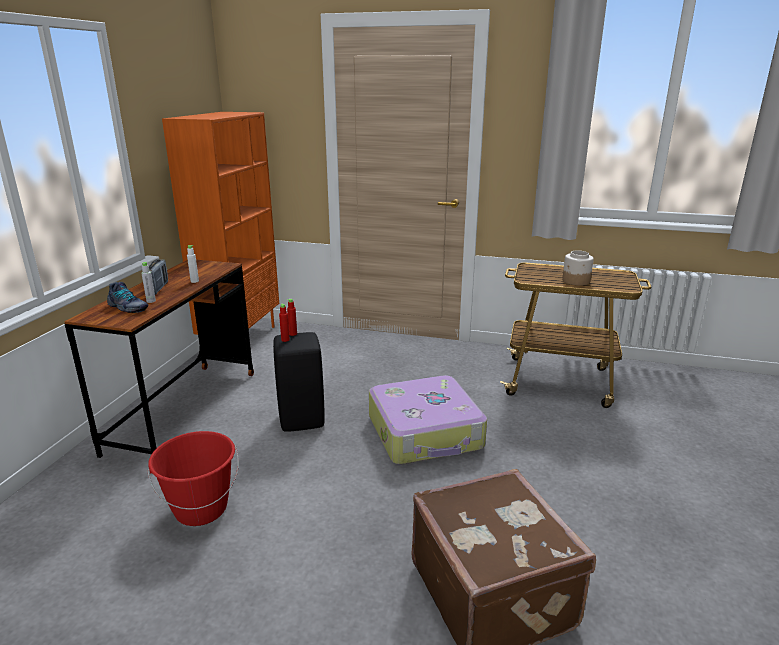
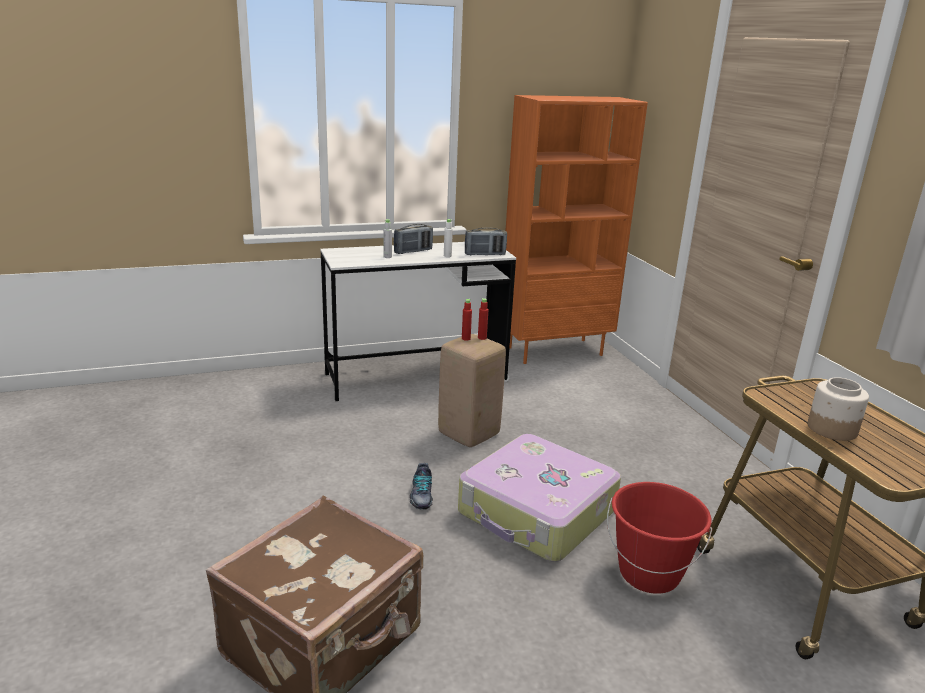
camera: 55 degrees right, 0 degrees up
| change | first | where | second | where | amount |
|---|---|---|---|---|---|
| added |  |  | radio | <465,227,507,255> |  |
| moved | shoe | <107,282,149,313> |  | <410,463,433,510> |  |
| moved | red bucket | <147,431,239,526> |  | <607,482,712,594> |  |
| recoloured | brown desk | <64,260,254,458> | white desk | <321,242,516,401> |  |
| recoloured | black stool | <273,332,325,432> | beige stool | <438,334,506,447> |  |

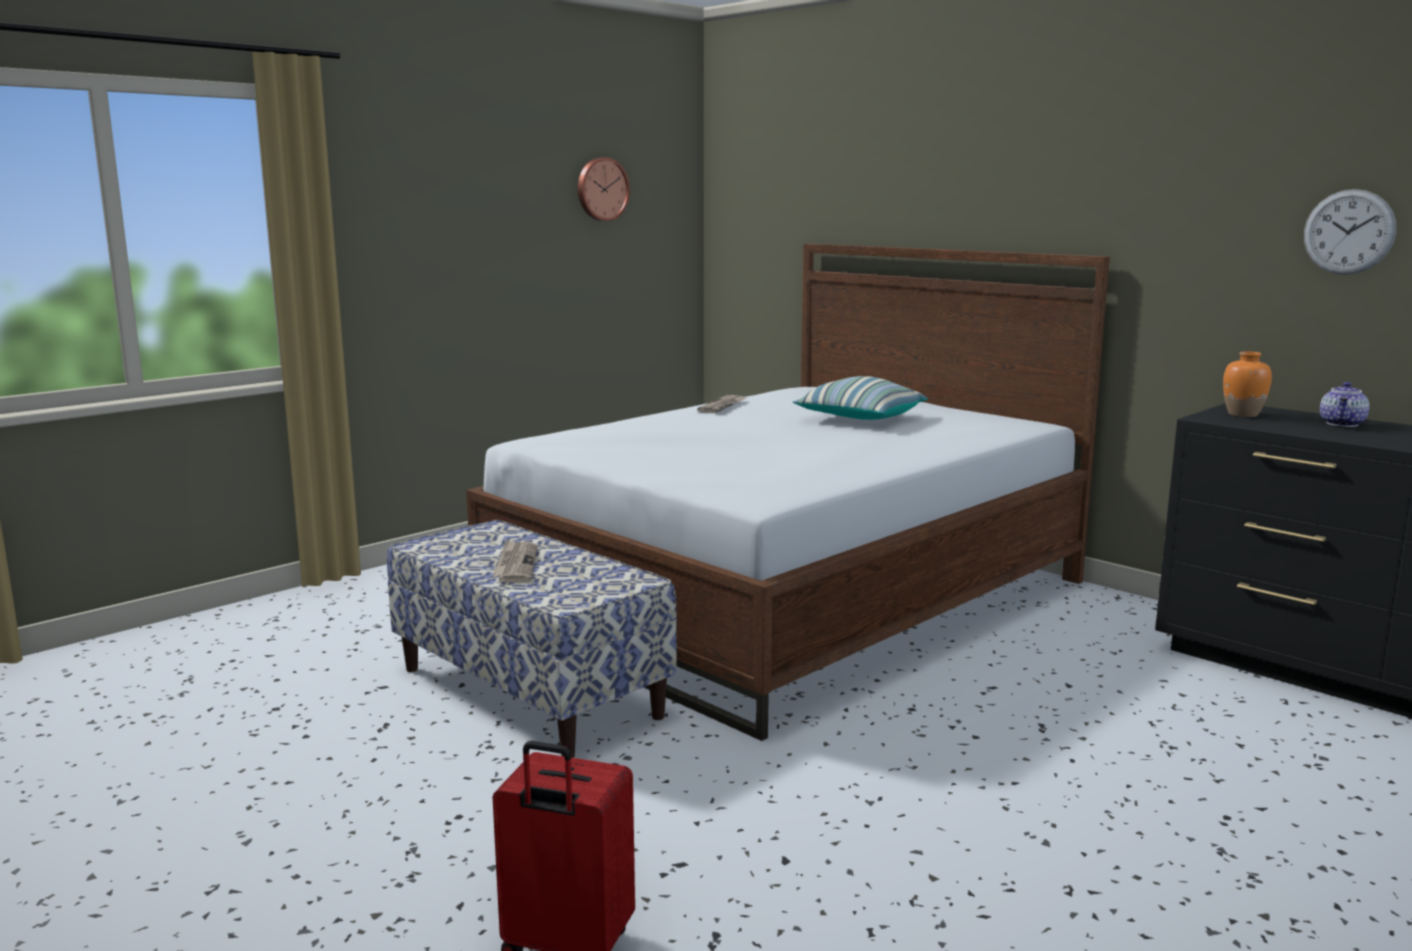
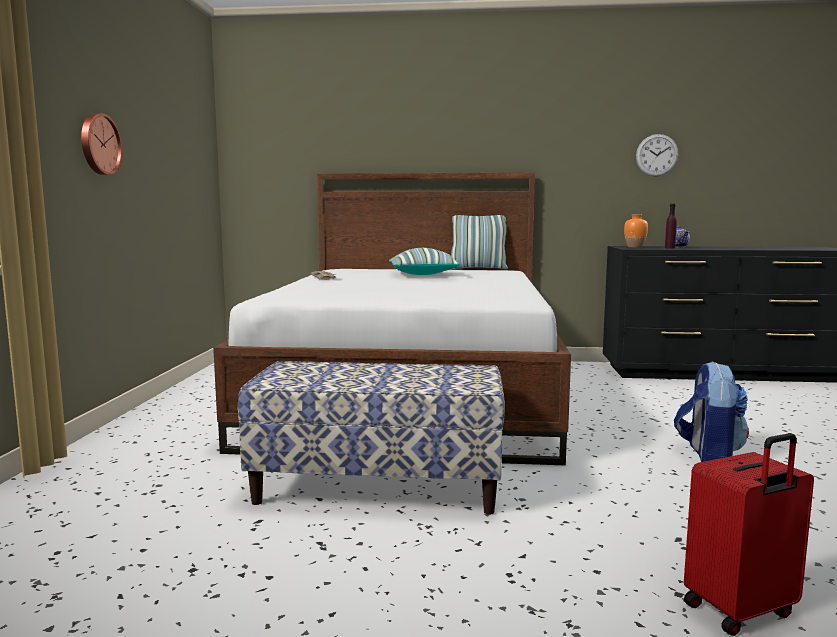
camera: 40 degrees left, 5 degrees down
| change | first | where | second | where | amount |
|---|---|---|---|---|---|
| removed | newspaper | <492,539,538,583> |  |  |  |
| added |  |  | pillow | <450,215,508,270> |  |
| added |  |  | purple bottle | <665,204,677,249> |  |
| added |  |  | backpack | <674,361,749,462> |  |
| moved | wall clock | <578,157,630,221> |  | <81,113,123,175> |  |

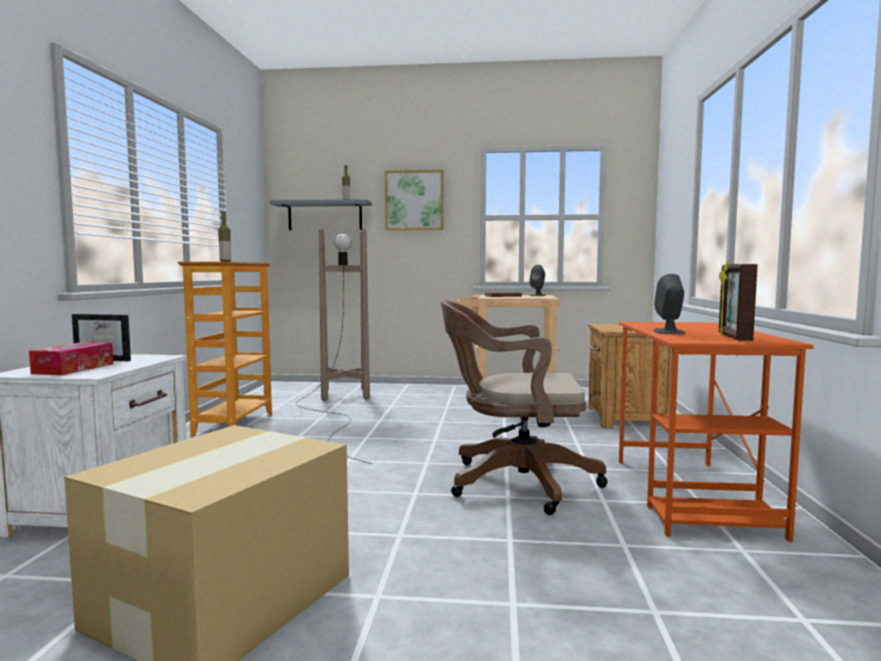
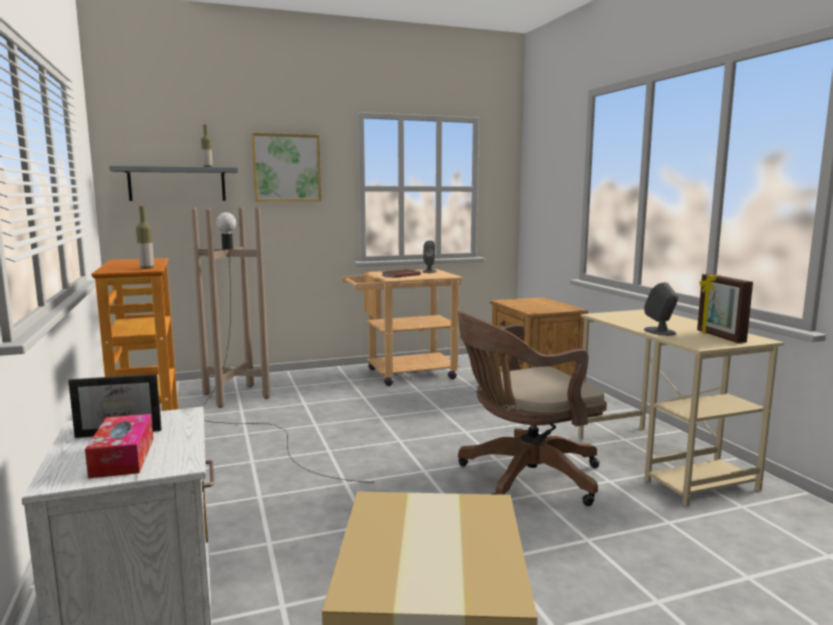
camera: 25 degrees left, 5 degrees up
| change | first | where | second | where | amount |
|---|---|---|---|---|---|
| recoloured | orange desk | <619,322,814,542> | beige desk | <578,309,784,506> |  |

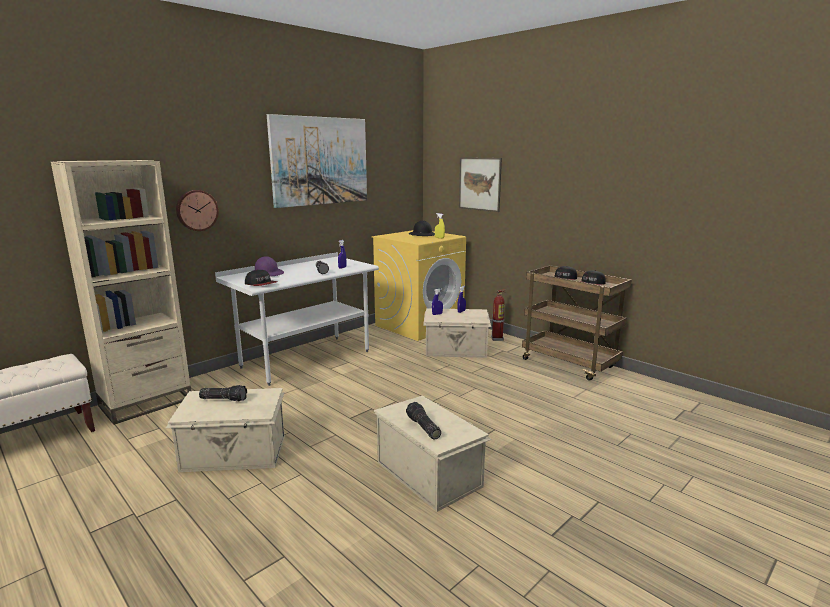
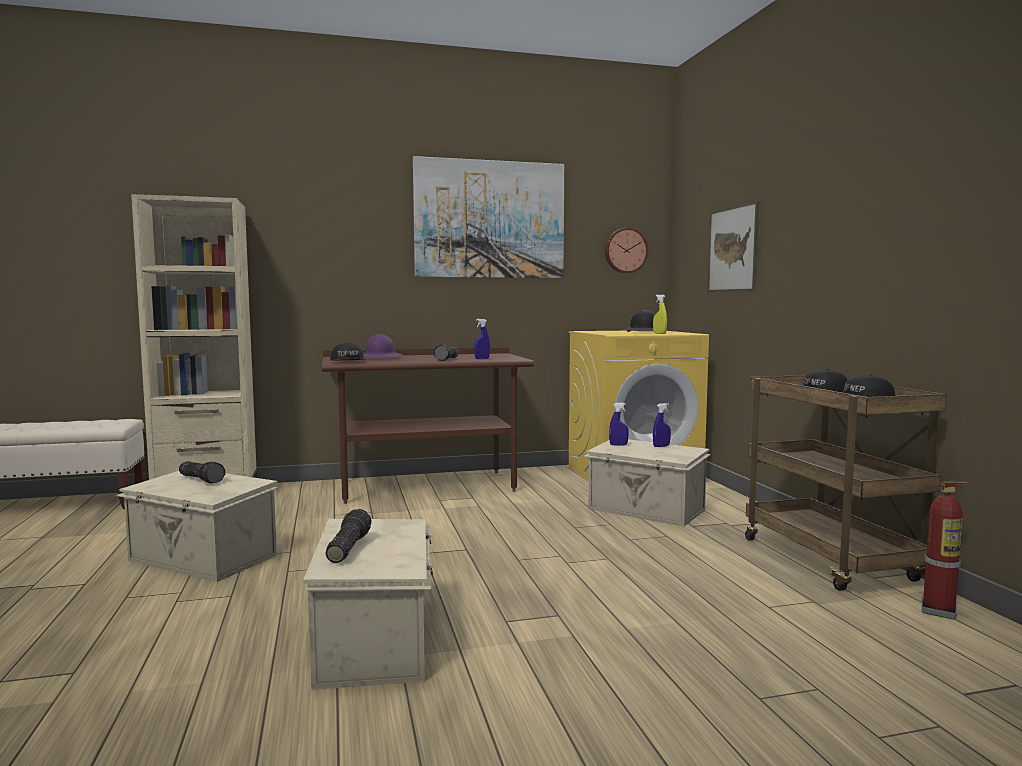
camera: 30 degrees right, 10 degrees down
| change | first | where | second | where | amount |
|---|---|---|---|---|---|
| moved | wall clock | <176,190,219,231> |  | <605,228,648,273> |  |
| moved | fire extinguisher | <491,289,505,341> |  | <921,481,968,620> |  |
| recoloured | white desk | <215,252,379,386> | brown desk | <322,347,534,504> |  |

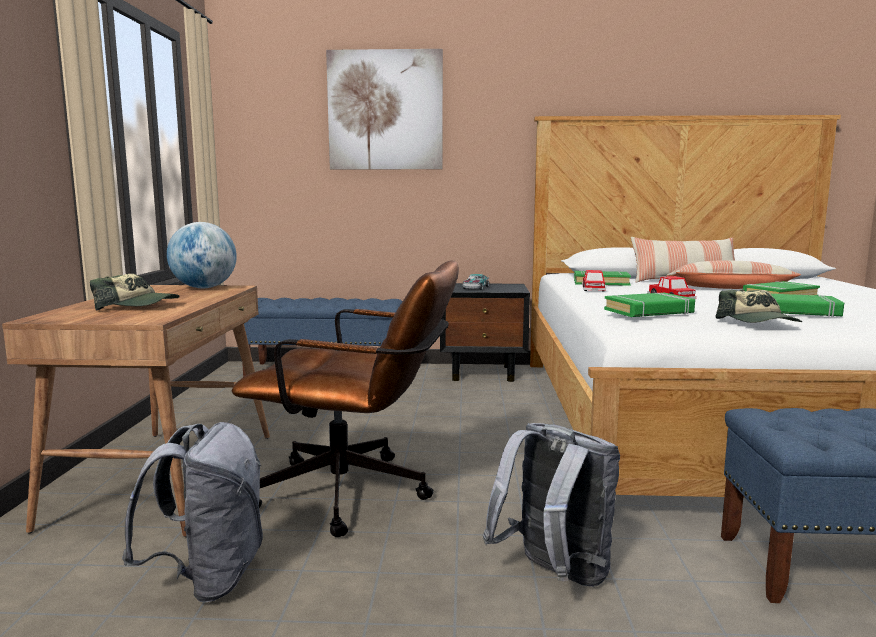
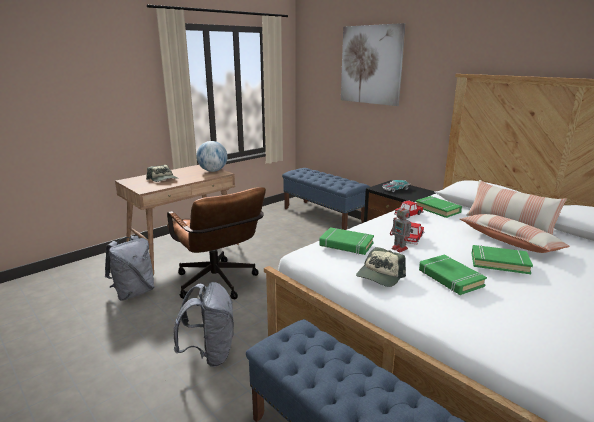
camera: 45 degrees right, 10 degrees up
| change | first | where | second | where | amount |
|---|---|---|---|---|---|
| added |  |  | toy robot | <390,204,413,252> |  |

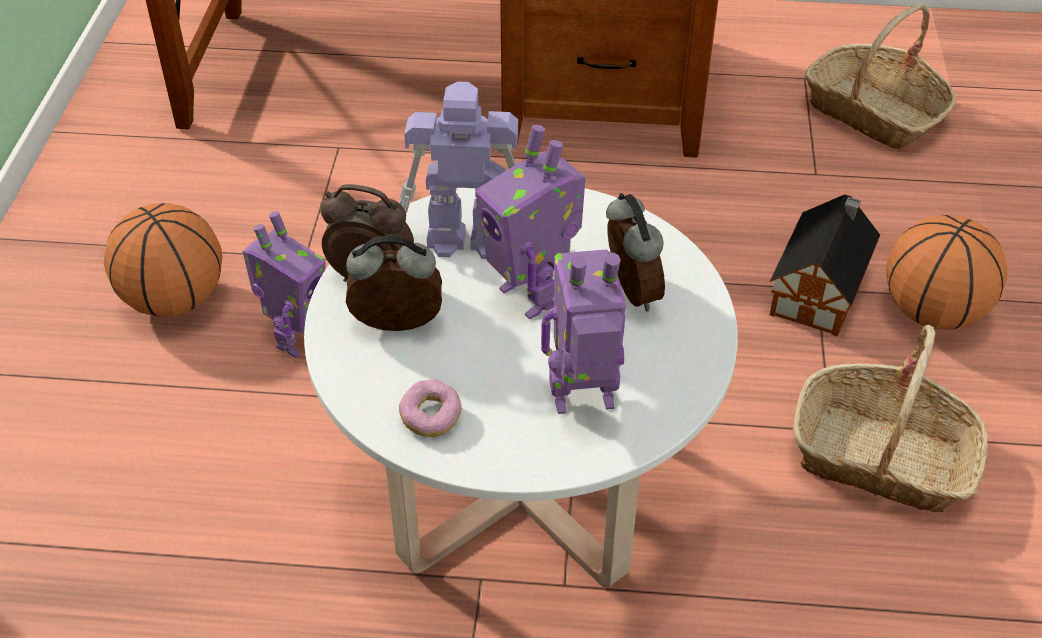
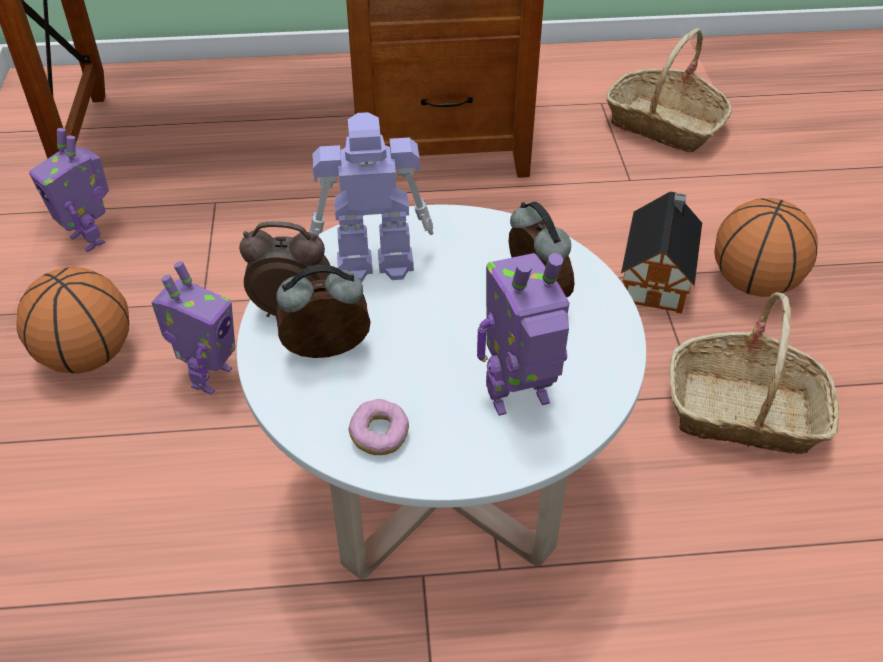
camera: 10 degrees left, 0 degrees up
| change | first | where | second | where | amount |
|---|---|---|---|---|---|
| moved | toy robot | <476,125,586,319> |  | <29,128,109,252> |  |

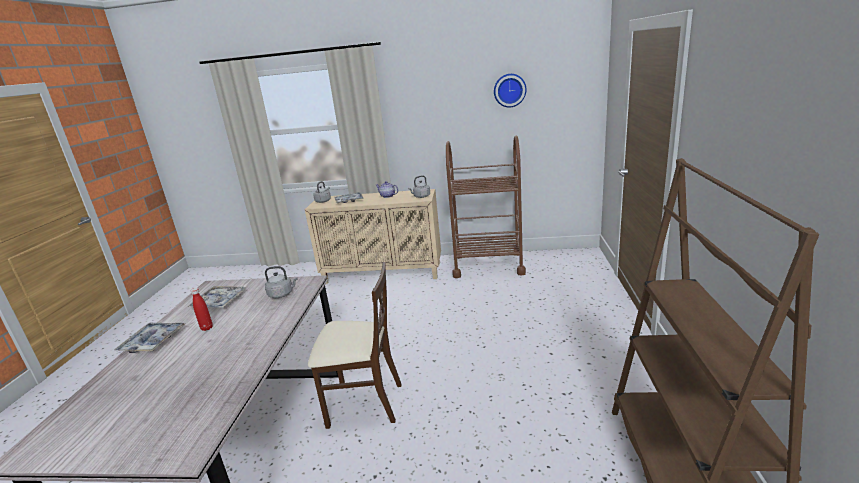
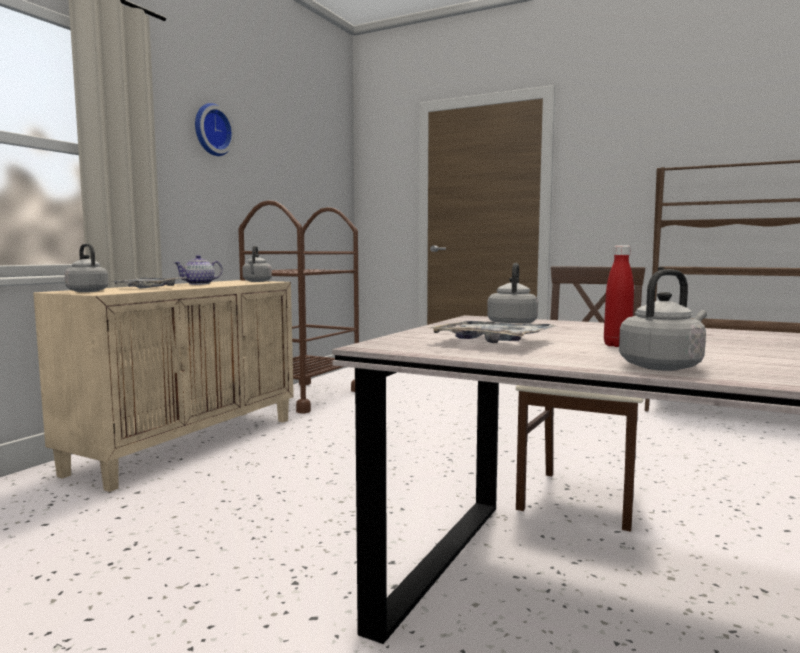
camera: 70 degrees left, 15 degrees down
| change | first | where | second | where | amount |
|---|---|---|---|---|---|
| moved | wall clock | <494,74,527,107> |  | <195,103,235,156> |  |
| replaced | tray | <114,323,185,353> | grey kettle | <619,269,707,371> |  |

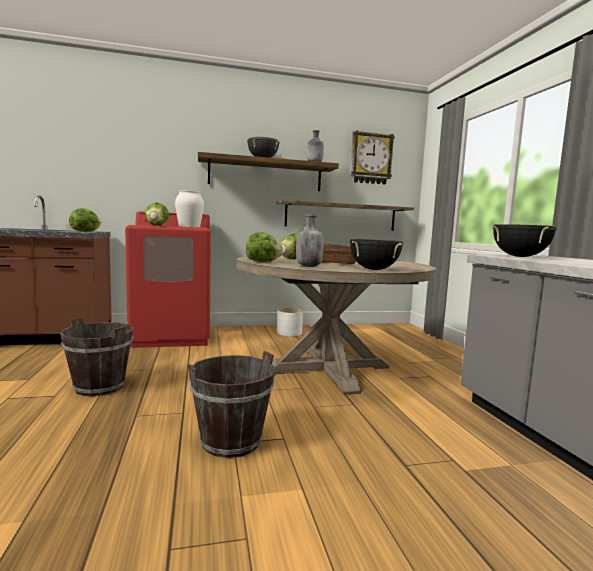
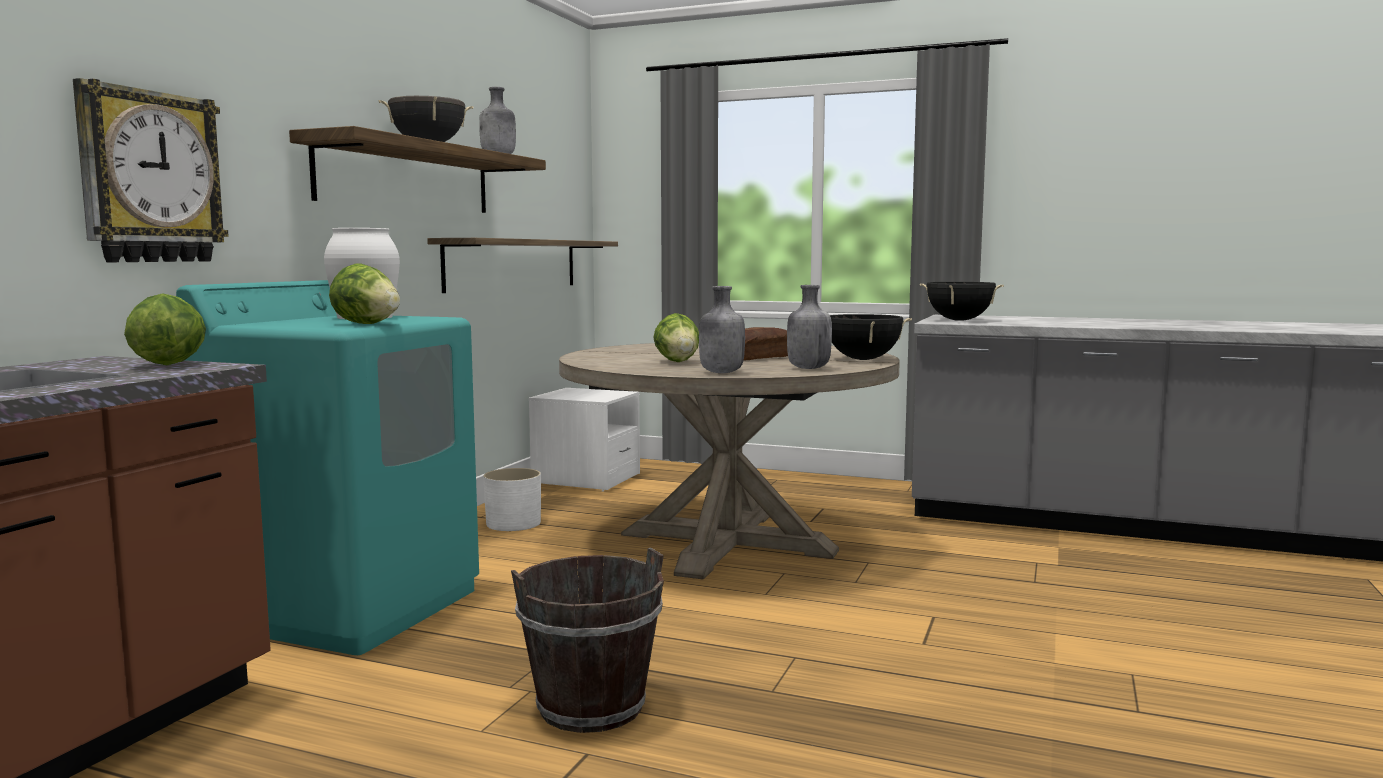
camera: 55 degrees left, 0 degrees up
| change | first | where | second | where | amount |
|---|---|---|---|---|---|
| removed | brown bucket | <188,351,276,458> |  |  |  |
| added |  |  | white nightstand | <529,388,640,492> |  |
| moved | wall clock | <350,130,395,185> |  | <73,78,229,262> |  |
| replaced | lettuce | <246,232,283,262> | grey bottle | <699,286,745,373> |  |
| recoloured | red washing machine | <125,211,211,348> | turquoise washing machine | <176,280,479,655> |  |

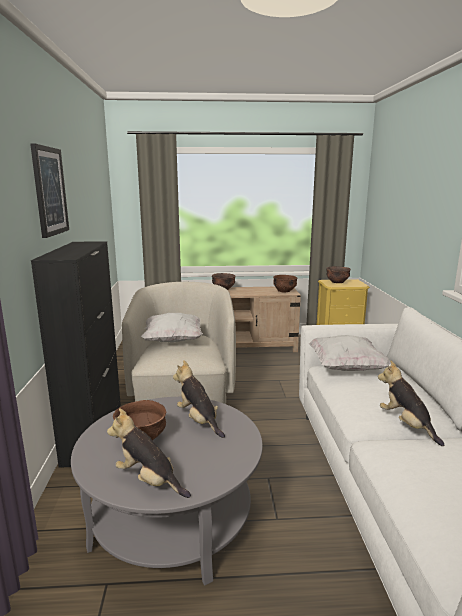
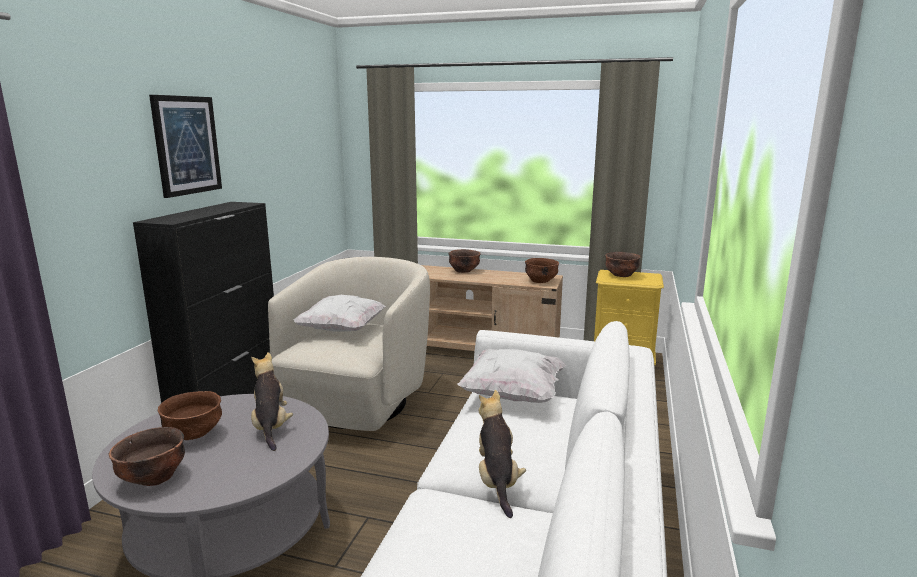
camera: 20 degrees right, 0 degrees up
| change | first | where | second | where | amount |
|---|---|---|---|---|---|
| replaced | plush toy | <107,408,191,498> | brown bowl | <109,427,185,486> |  |

